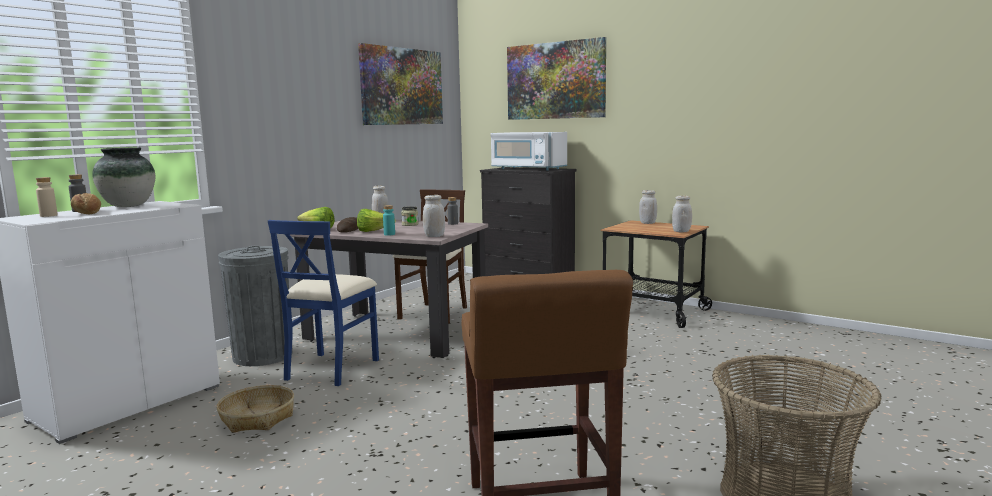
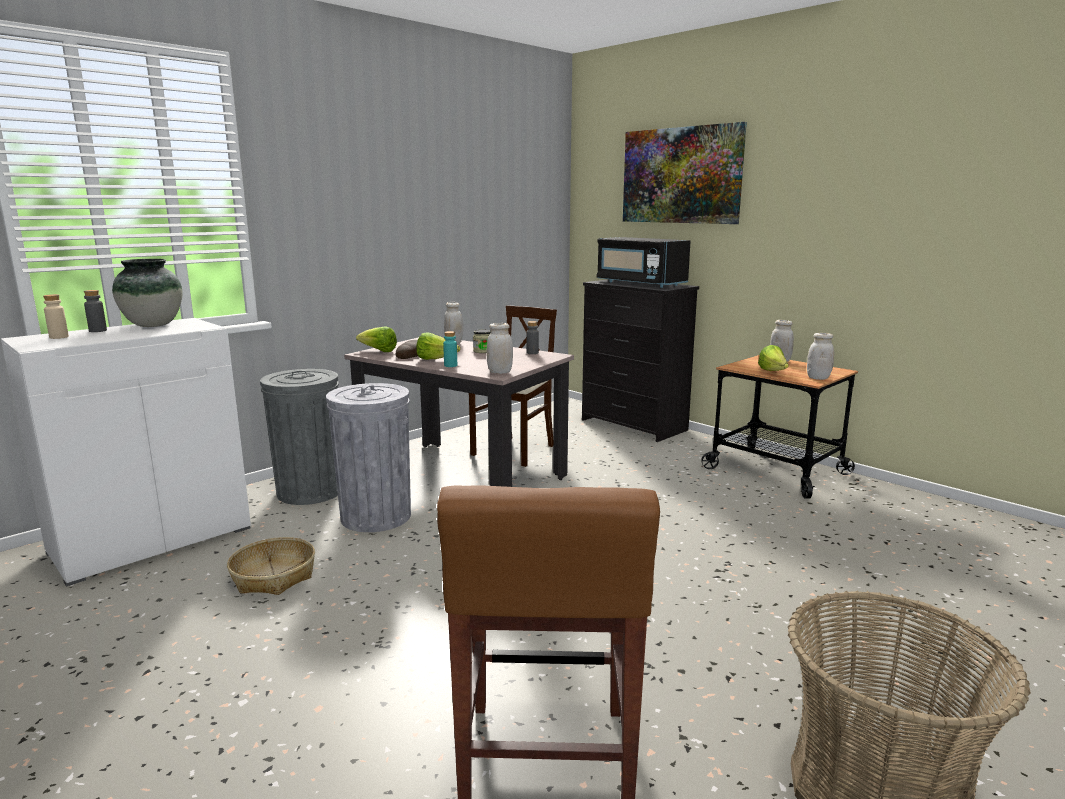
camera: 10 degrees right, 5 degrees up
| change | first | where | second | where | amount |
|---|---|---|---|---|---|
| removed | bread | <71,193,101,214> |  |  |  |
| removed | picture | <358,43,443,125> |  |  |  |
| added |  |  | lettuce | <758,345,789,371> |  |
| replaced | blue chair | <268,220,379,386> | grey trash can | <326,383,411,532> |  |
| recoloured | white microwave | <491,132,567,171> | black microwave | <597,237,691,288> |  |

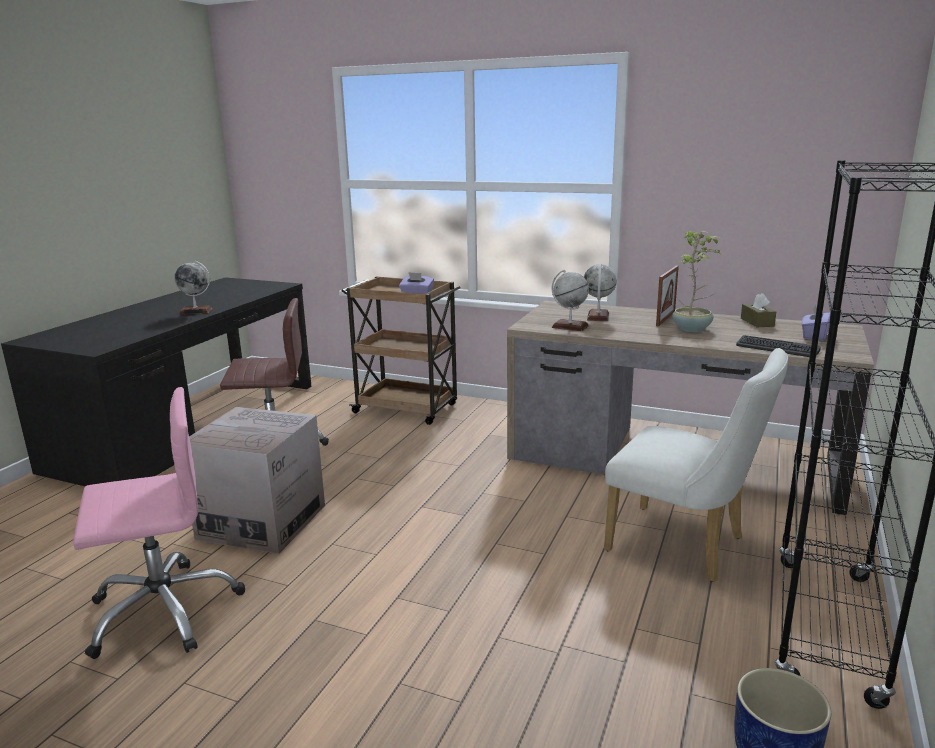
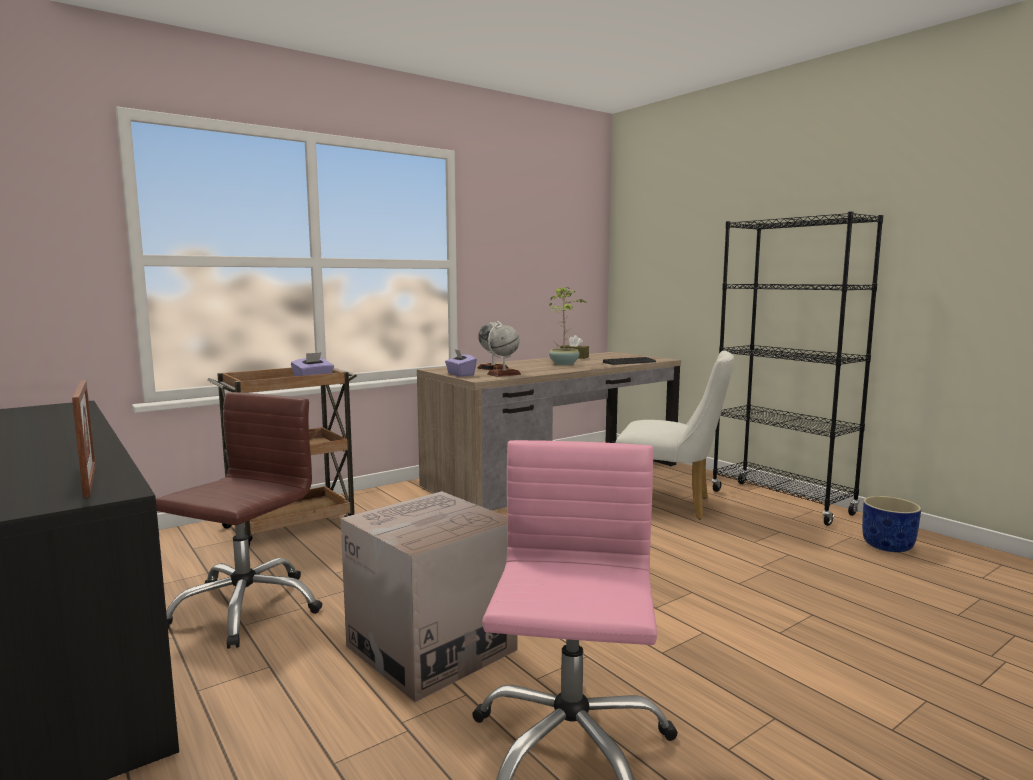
camera: 60 degrees left, 10 degrees down
| change | first | where | second | where | amount |
|---|---|---|---|---|---|
| removed | globe | <174,261,212,315> |  |  |  |
| moved | picture frame | <656,266,679,326> |  | <72,380,96,498> |  |
| moved | purple tissue box | <802,305,830,341> |  | <445,349,477,377> |  |
| turned | white chair | <604,348,788,582> |  | <616,351,734,520> | 45 degrees clockwise |

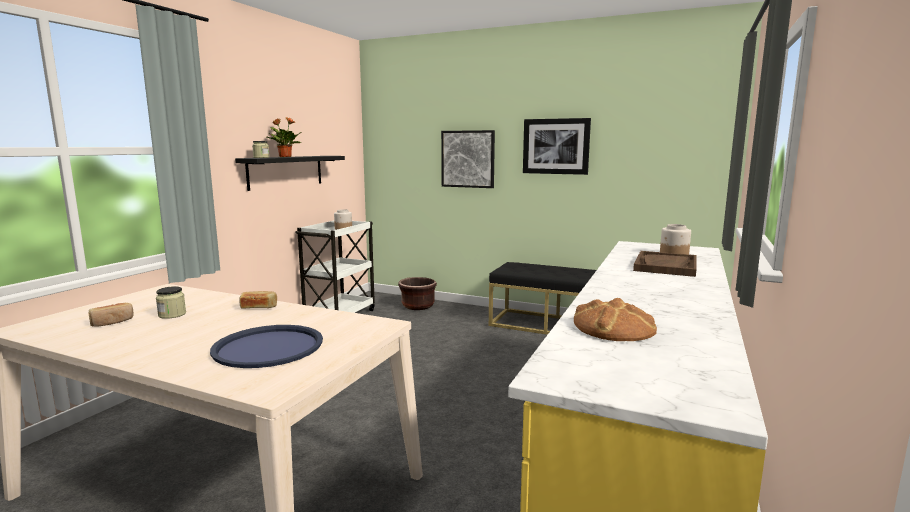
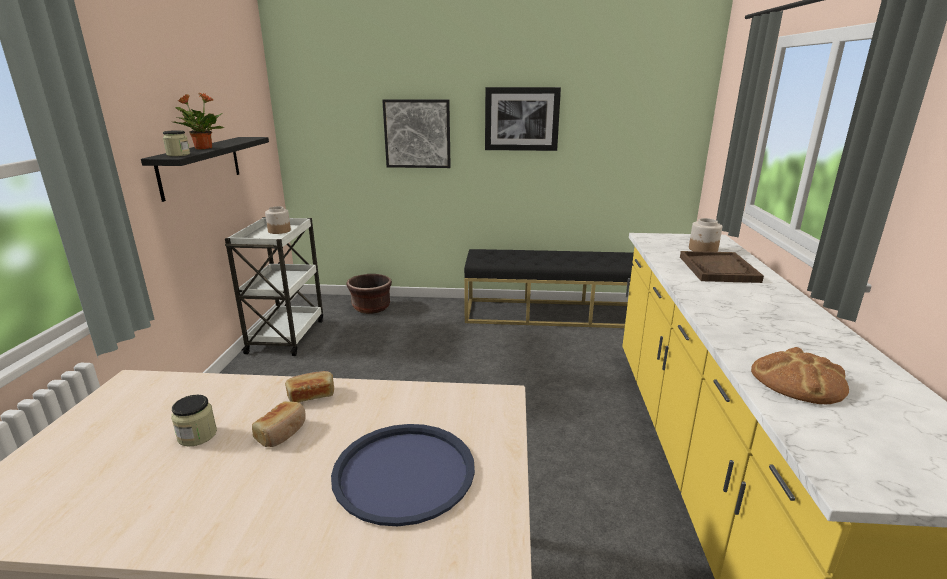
camera: 20 degrees left, 10 degrees up
| change | first | where | second | where | amount |
|---|---|---|---|---|---|
| moved | bread | <89,303,134,327> |  | <252,401,306,447> |  |

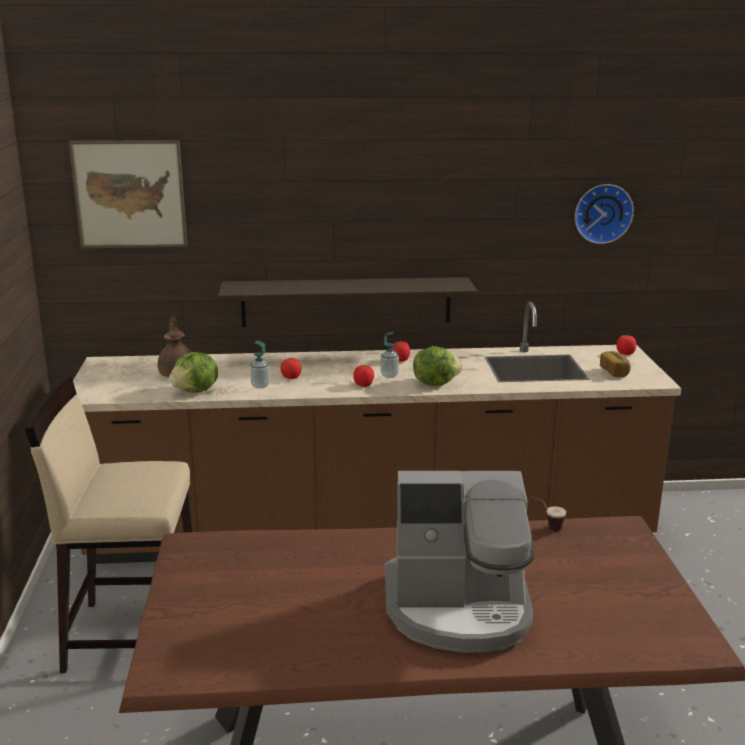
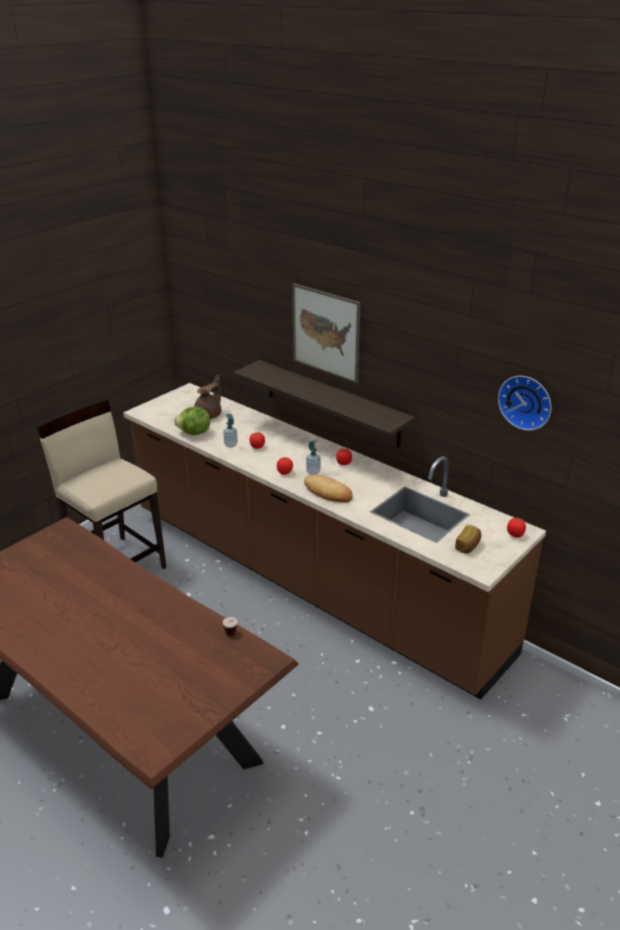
camera: 45 degrees right, 10 degrees up
| change | first | where | second | where | amount |
|---|---|---|---|---|---|
| removed | coffee machine | <385,471,534,653> |  |  |  |
| moved | picture | <69,140,187,248> |  | <292,283,361,383> |  |
| replaced | lettuce | <413,346,463,386> | bread | <304,475,352,502> |  |

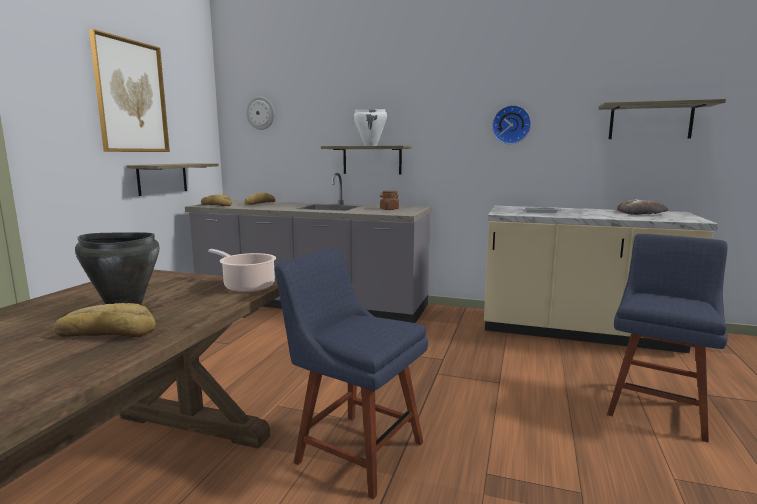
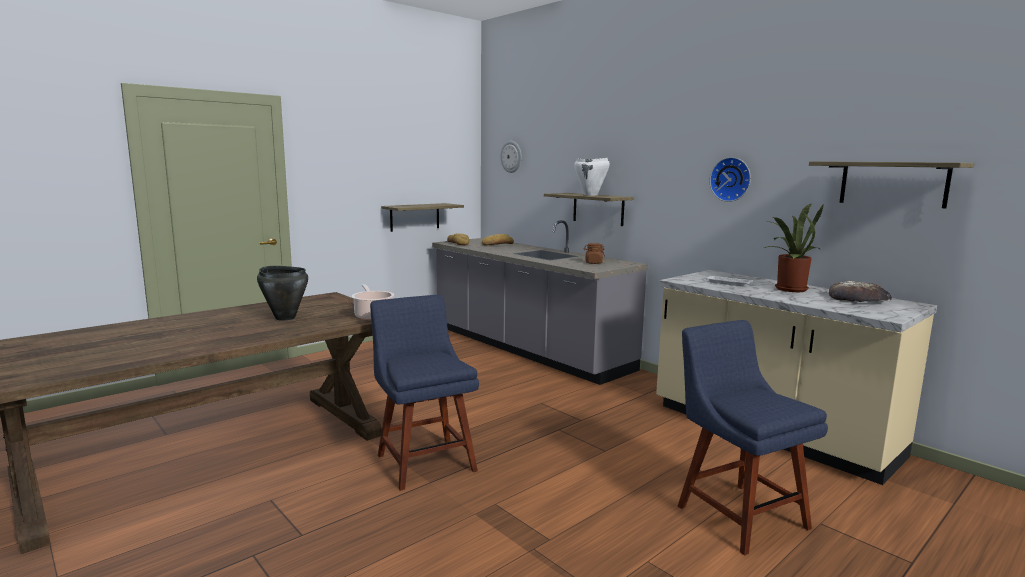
camera: 30 degrees right, 0 degrees up
| change | first | where | second | where | amount |
|---|---|---|---|---|---|
| removed | bread | <53,303,156,337> |  |  |  |
| removed | picture | <89,29,170,152> |  |  |  |
| added |  |  | potted plant | <764,203,823,292> |  |
| turned | blue chair | <607,234,728,443> |  | <678,320,828,556> | 90 degrees counterclockwise |

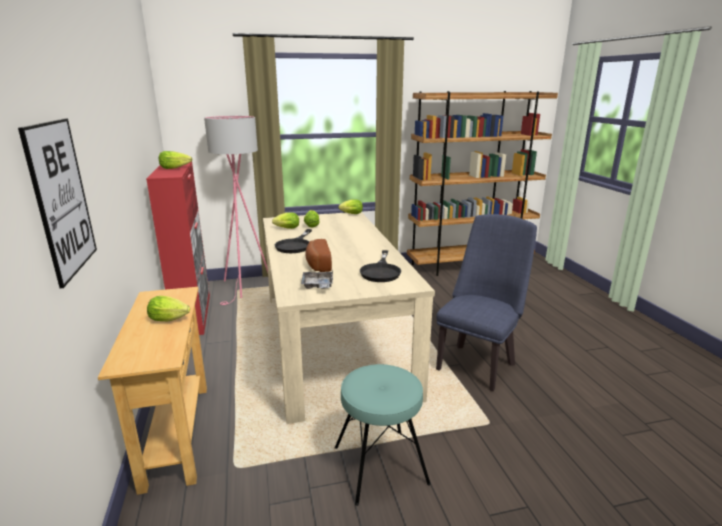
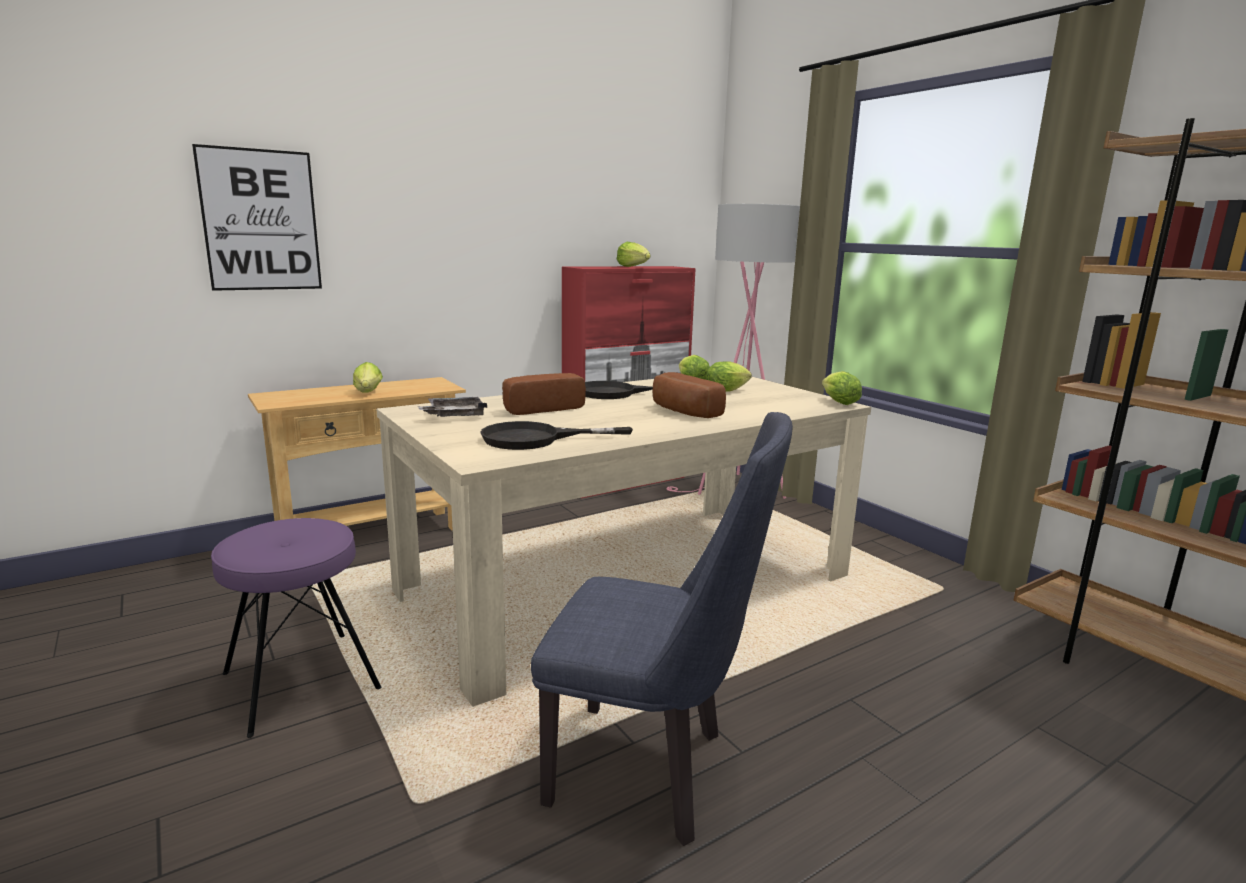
camera: 70 degrees right, 5 degrees down
| change | first | where | second | where | amount |
|---|---|---|---|---|---|
| added |  |  | bread | <653,372,726,418> |  |
| recoloured | turquoise stool | <335,364,431,506> | purple stool | <211,518,381,738> |  |

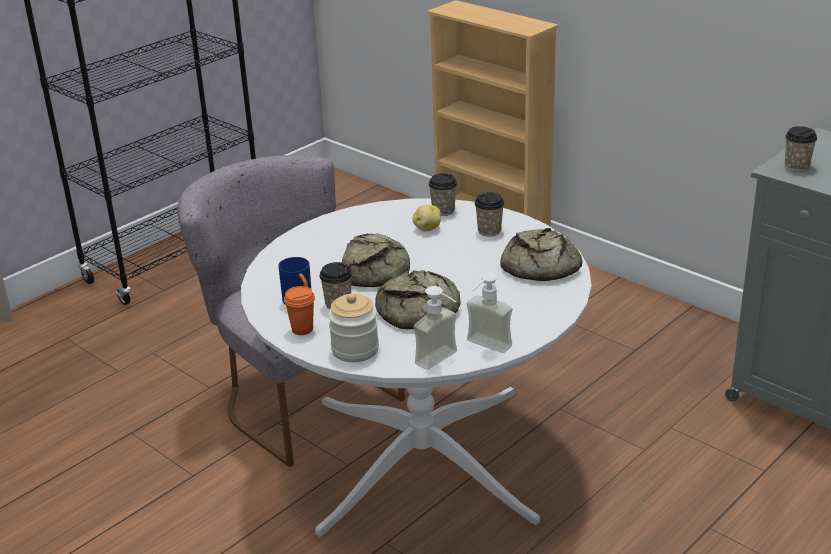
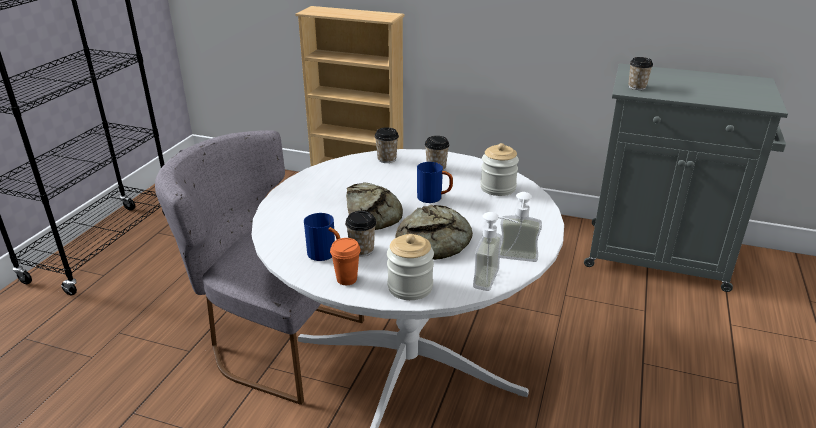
camera: 25 degrees left, 0 degrees up
| change | first | where | second | where | amount |
|---|---|---|---|---|---|
| removed | potato | <413,205,441,231> |  |  |  |
| added |  |  | blue mug | <417,162,453,203> |  |
| replaced | bread | <501,228,583,281> | jar | <480,143,519,196> |  |

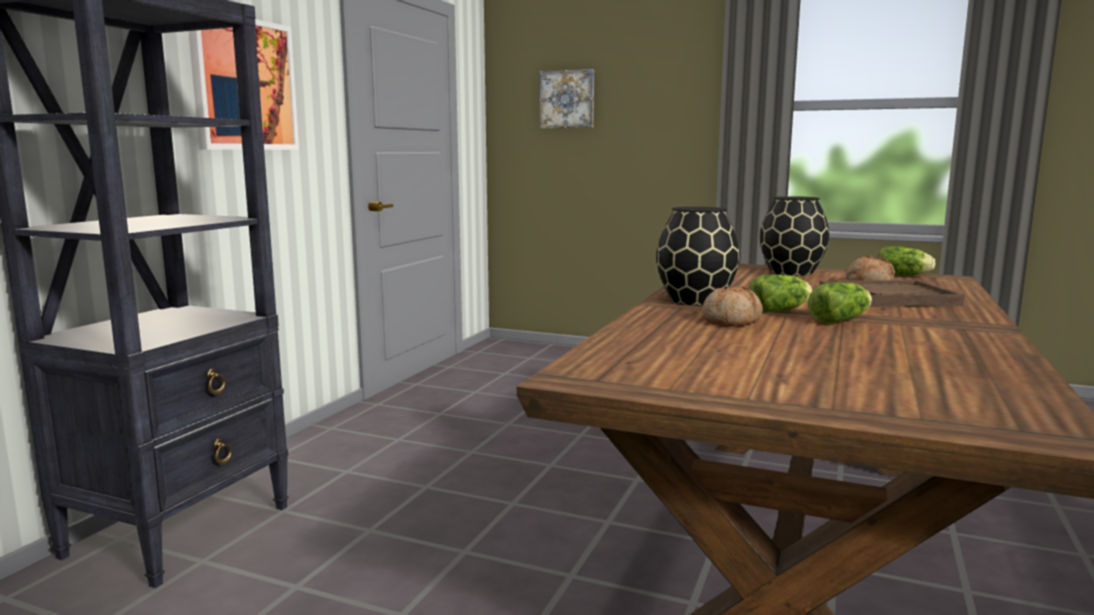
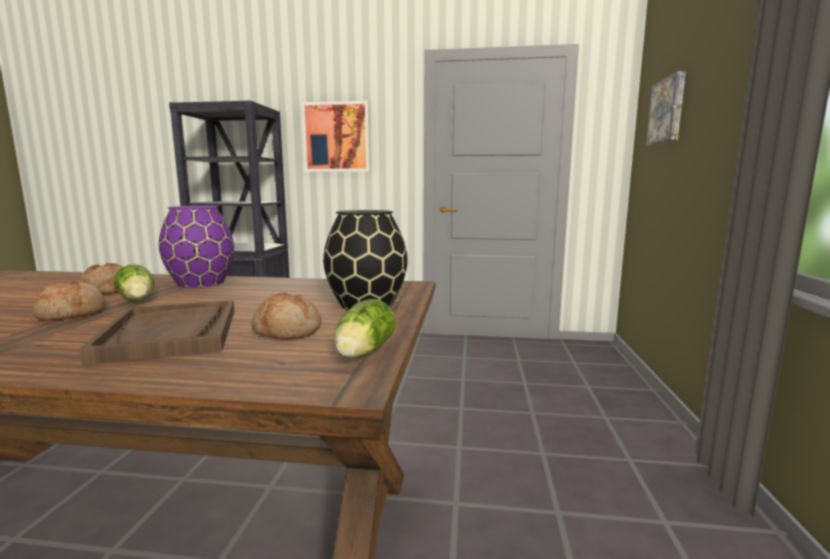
camera: 75 degrees right, 0 degrees up
| change | first | where | second | where | amount |
|---|---|---|---|---|---|
| replaced | lettuce | <808,282,872,323> | bread | <33,280,106,321> |  |
| recoloured | black vase | <656,207,739,305> | purple vase | <159,206,234,288> |  |

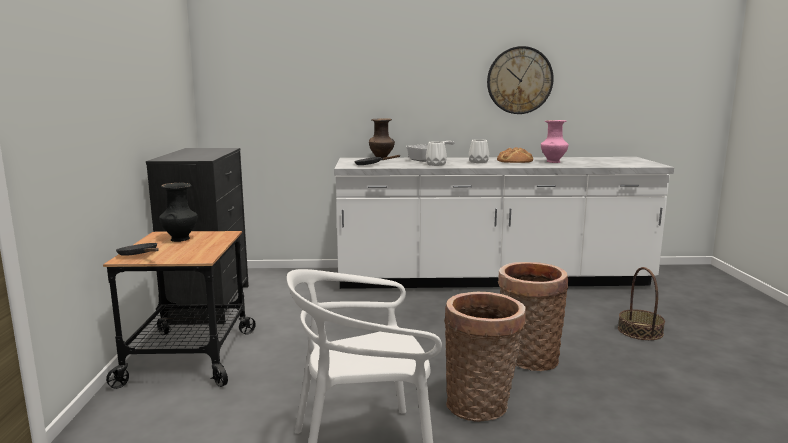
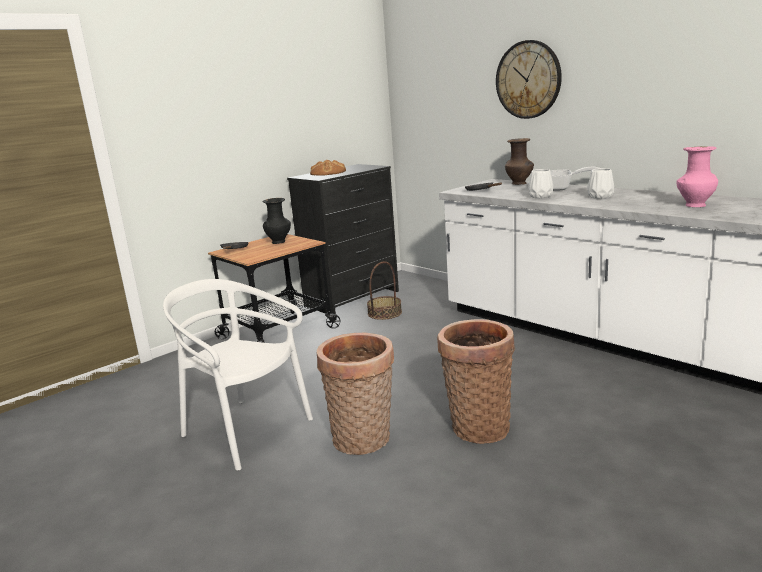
camera: 50 degrees right, 5 degrees up
| change | first | where | second | where | amount |
|---|---|---|---|---|---|
| moved | wall clock | <487,46,554,114> |  | <496,40,562,119> |  |
| moved | bread | <497,147,533,163> |  | <310,160,346,176> |  |
| moved | basket | <618,267,665,340> |  | <367,261,402,320> |  |

